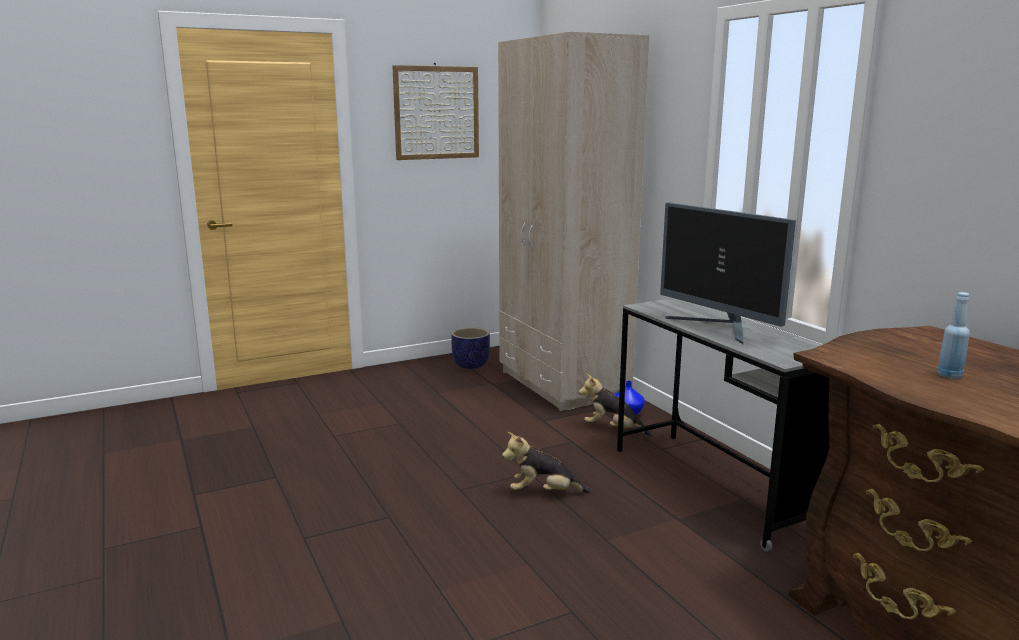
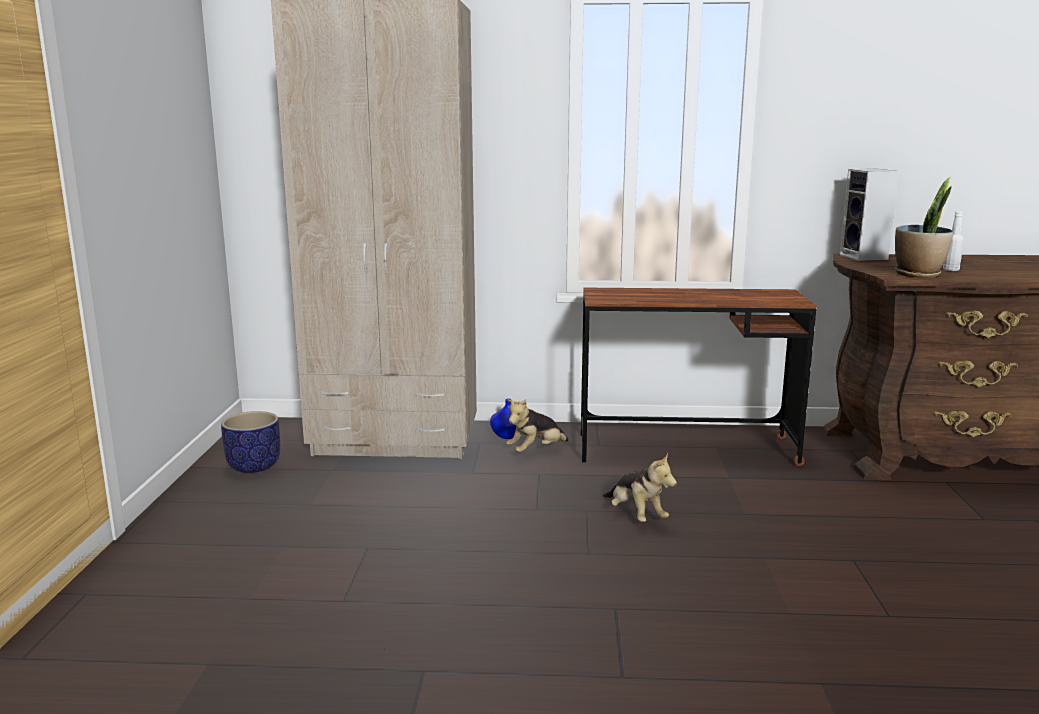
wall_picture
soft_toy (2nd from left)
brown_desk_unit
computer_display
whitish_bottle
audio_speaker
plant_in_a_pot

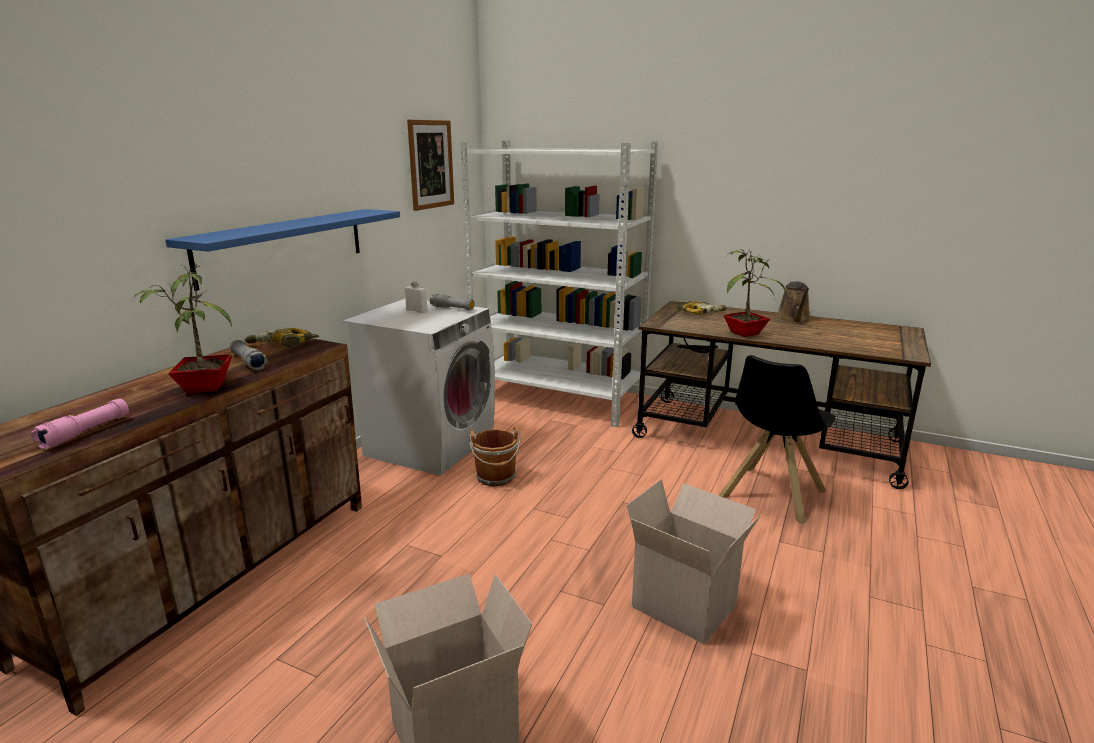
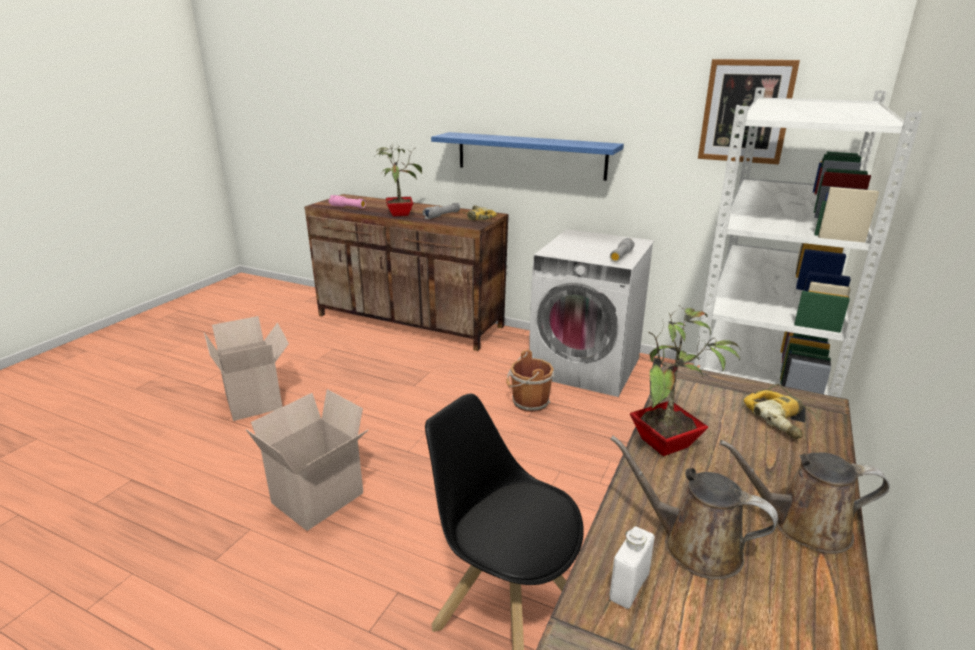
whitish_bottle
brown_watering_can (1st from left)

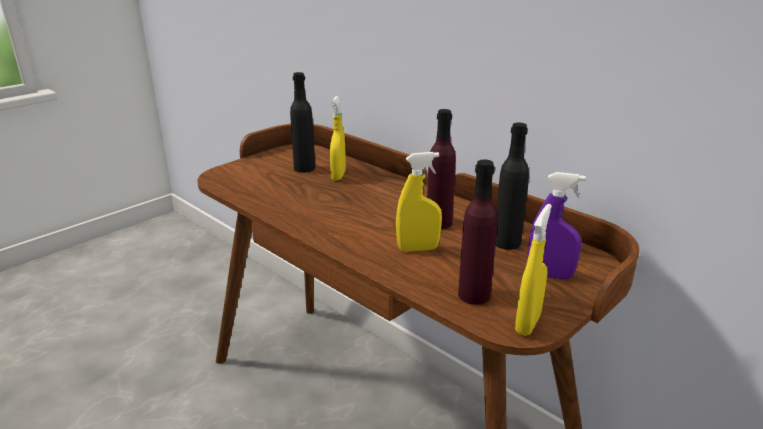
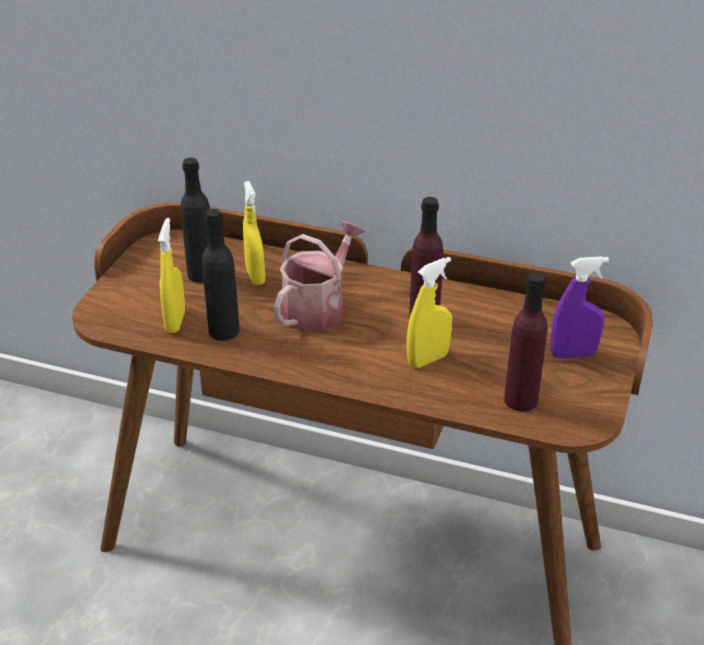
black-coloured_bottle (2nd from left)
yellow-coloured_sprayer (1st from left)
watering_can

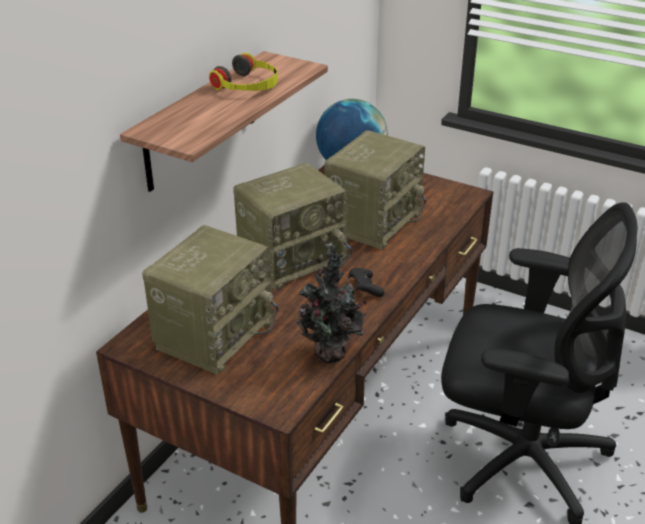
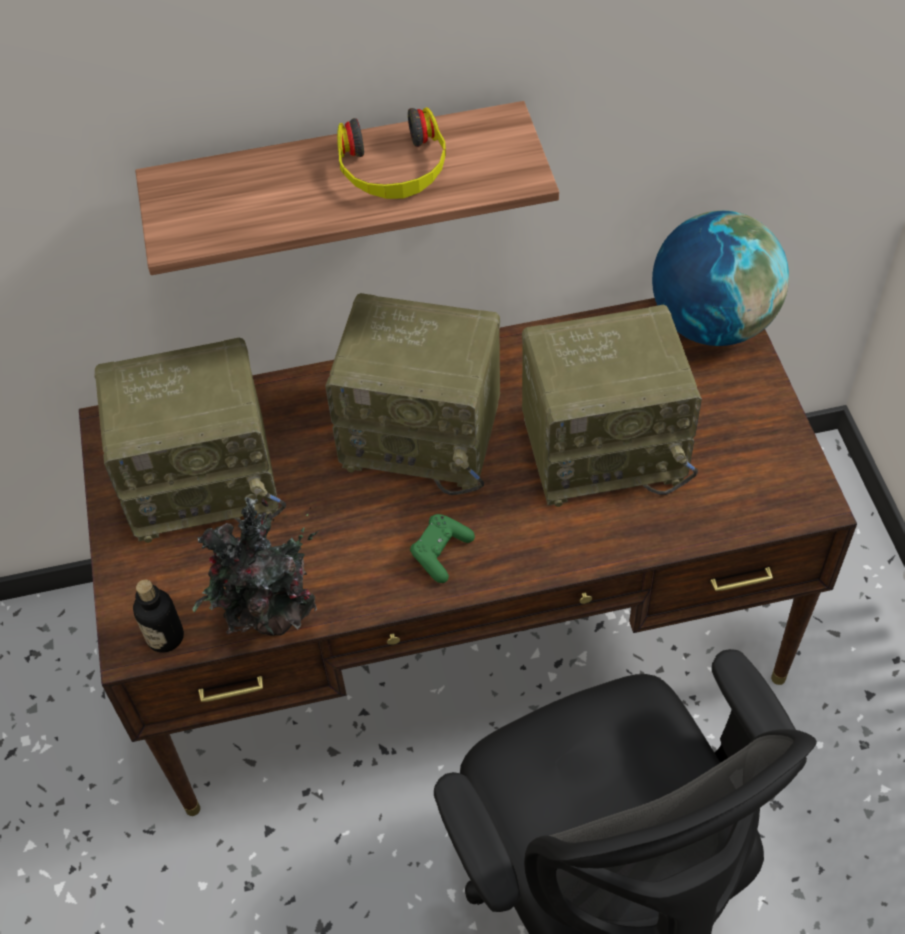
green-coloured_joypad
bottle

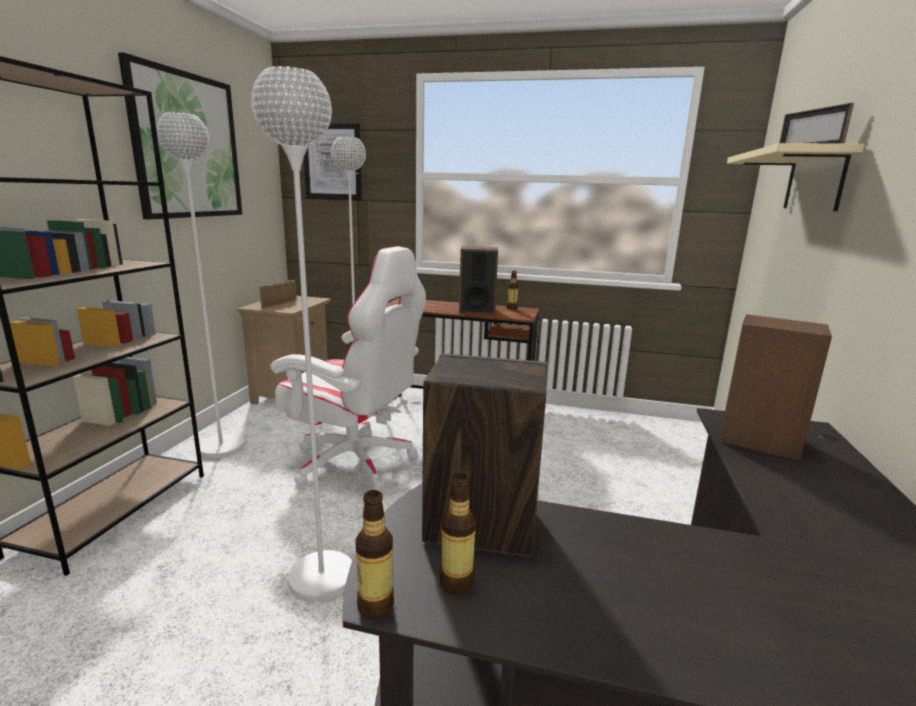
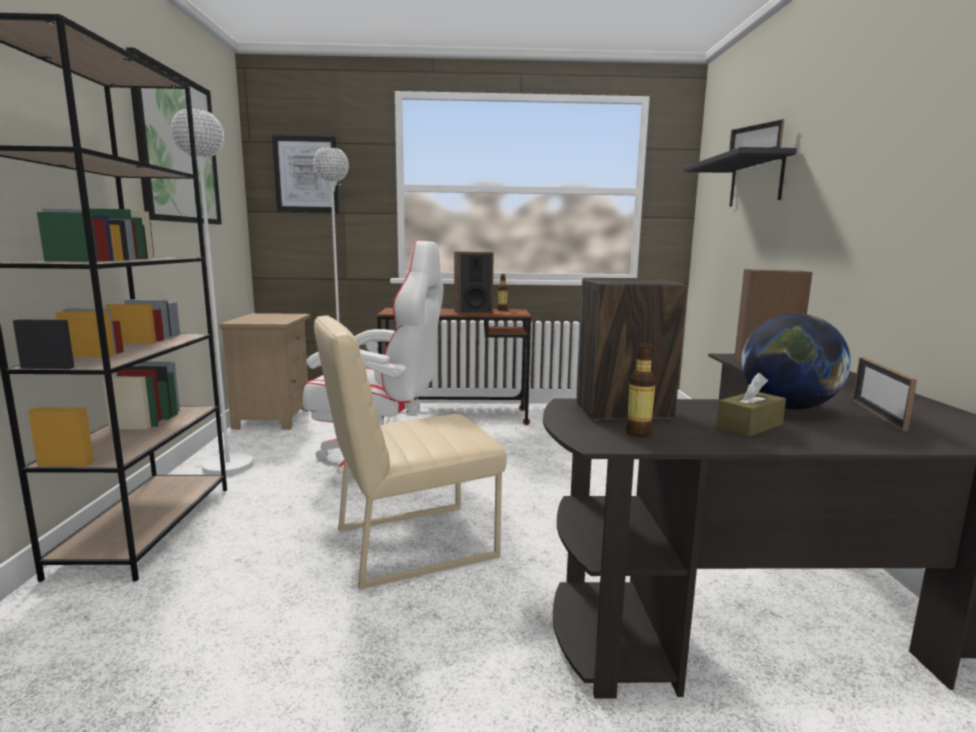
beige-coloured_plain_chair
standing_frame (2nd from left)
bottle (1st from left in the first image)
black-coloured_wall_shelf
brown_tissue_box
world_globe

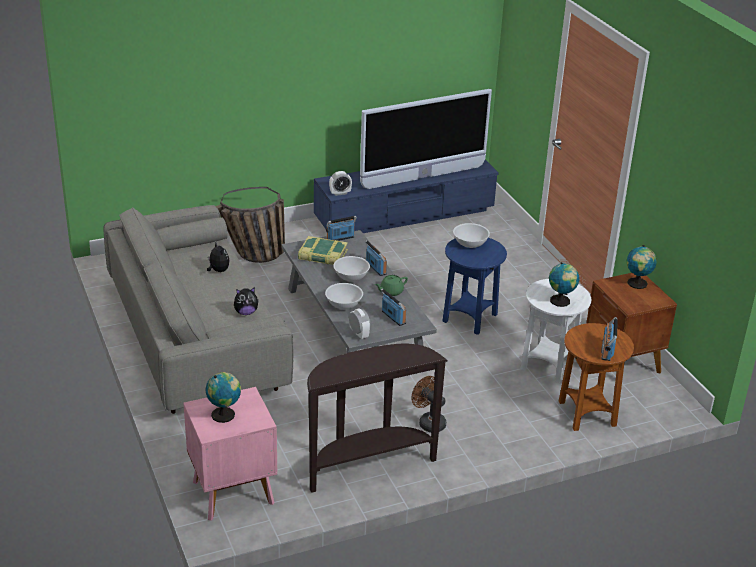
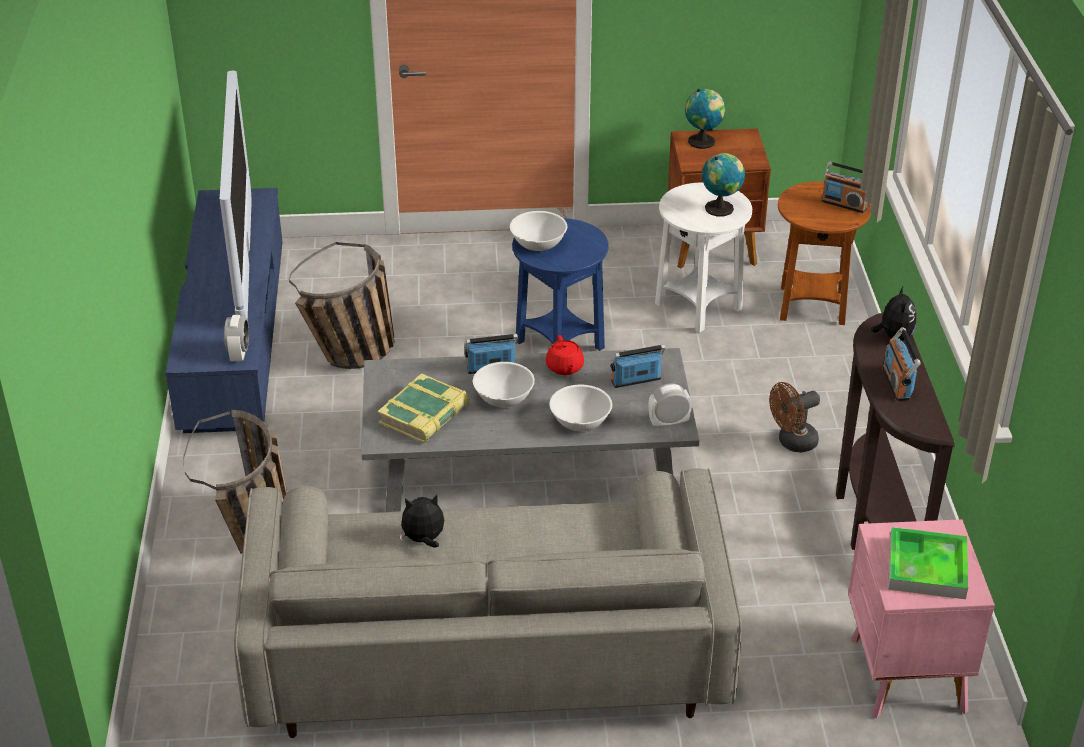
tray
soft_toy (2nd from left)
radio (4th from left)
reddish_tea_pot
household_basket (2nd from left)

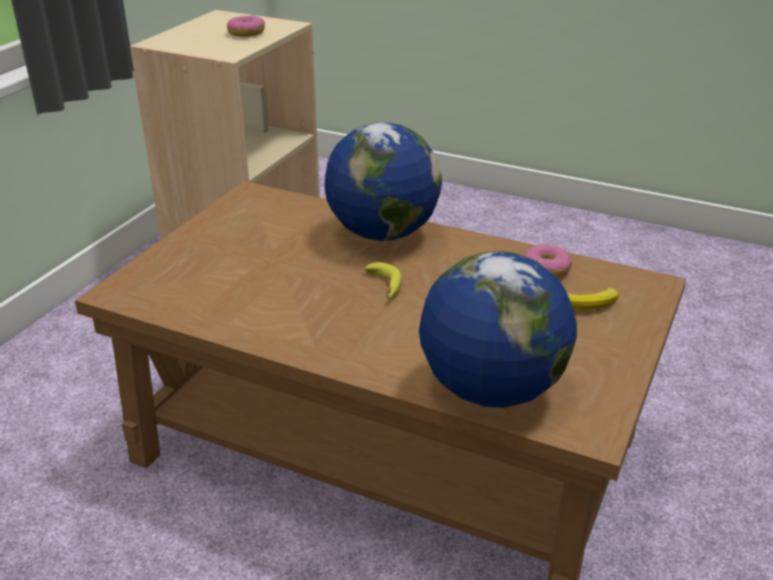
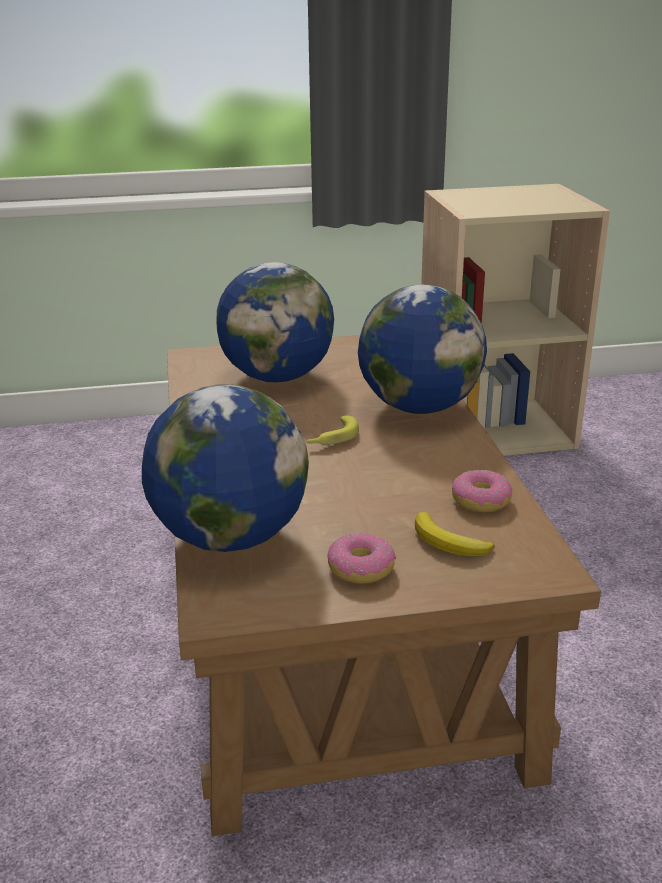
doughnut (1st from left)
world_globe (2nd from left)

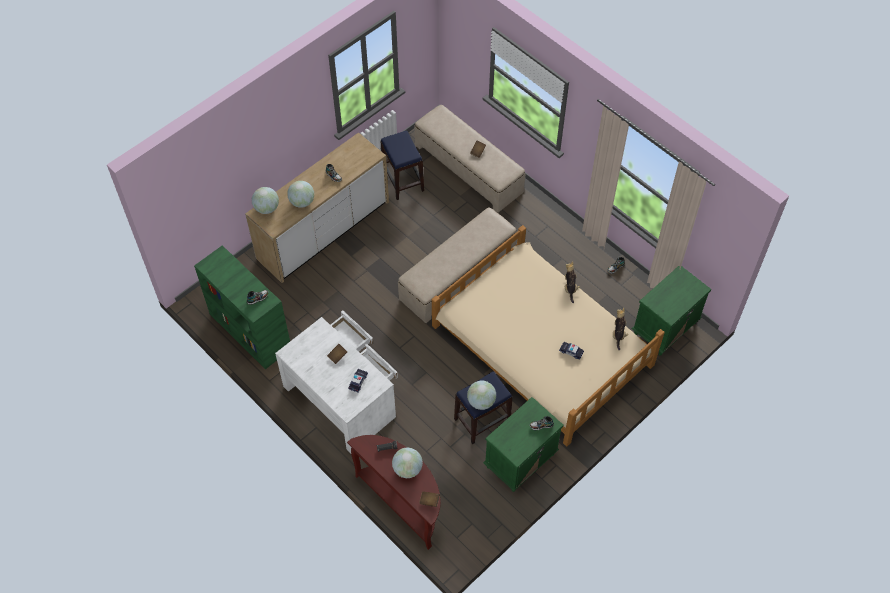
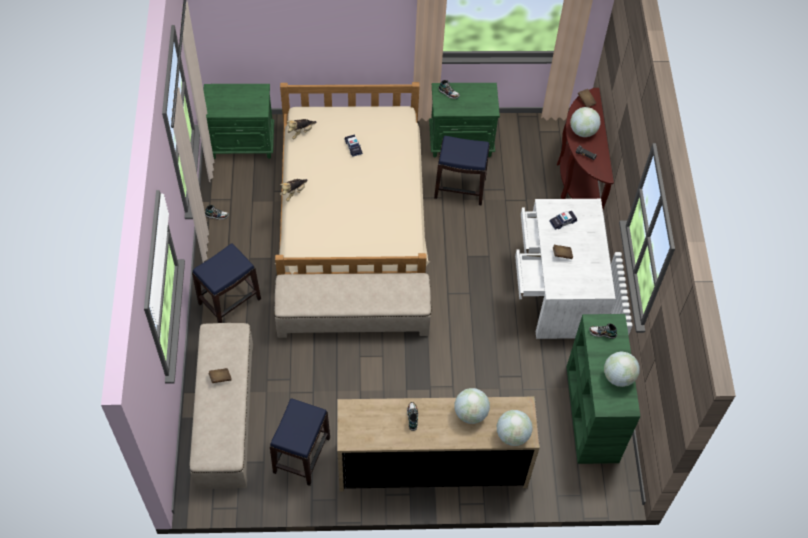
world_globe (4th from left)
stool (1st from left)

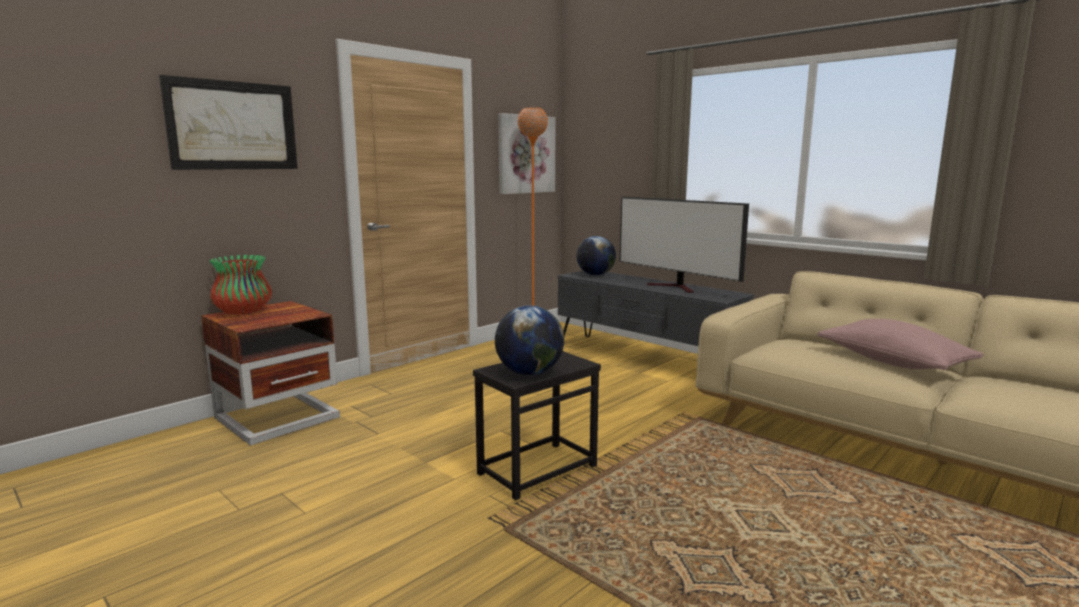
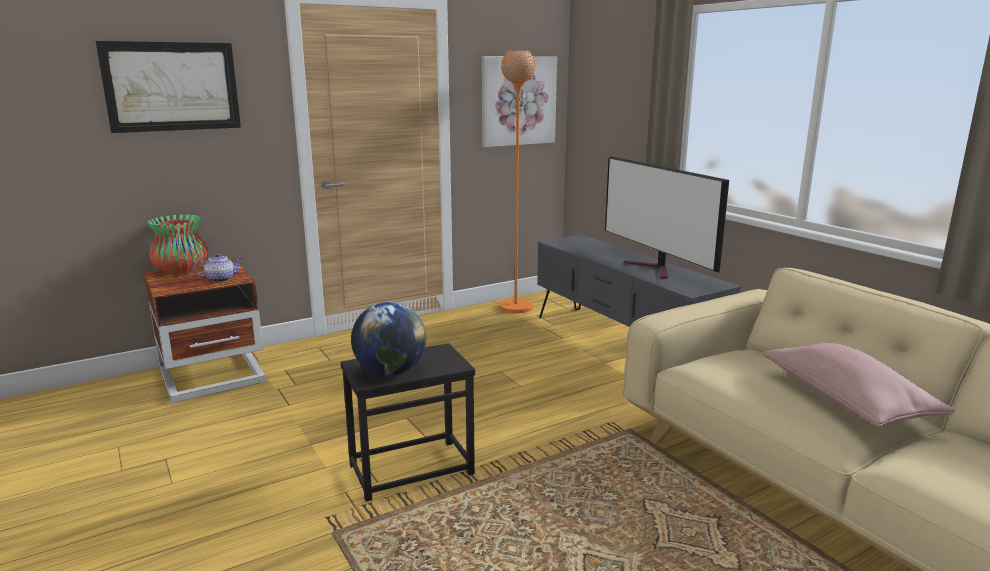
world_globe (2nd from left in the first image)
tea_pot

